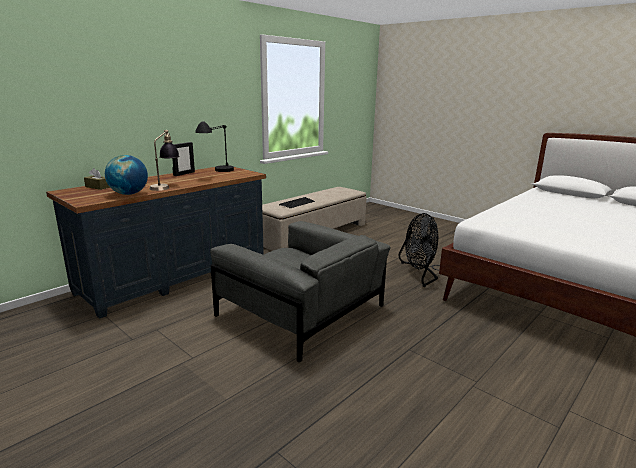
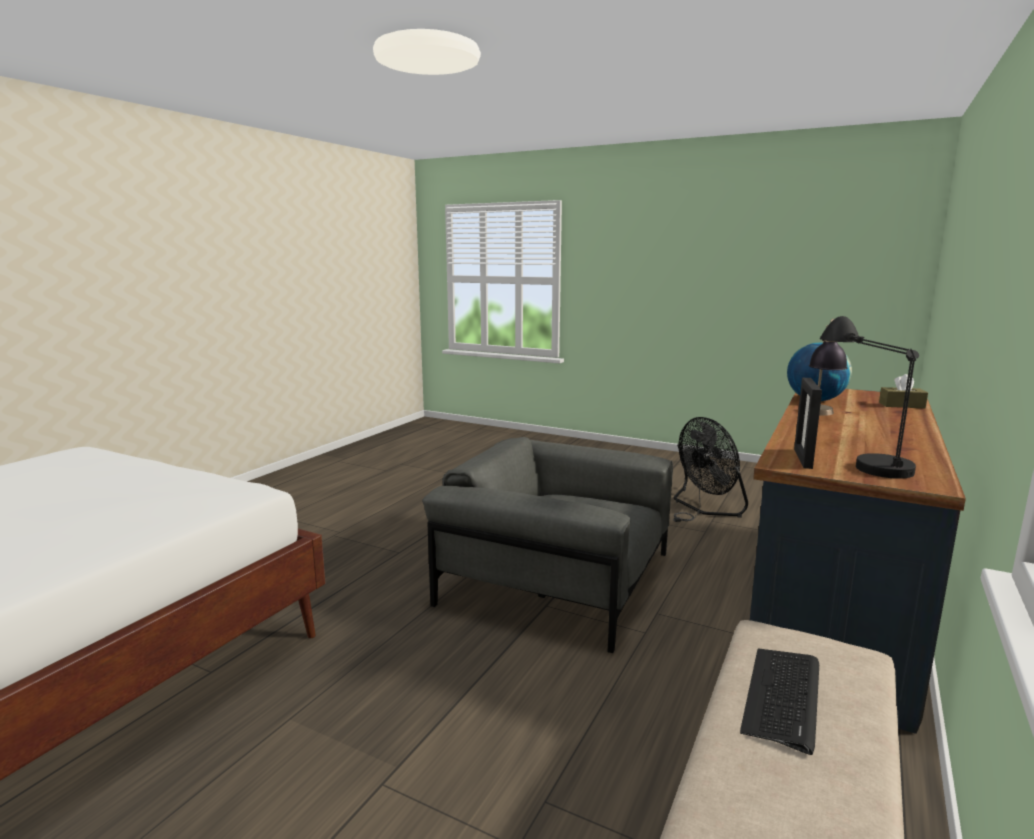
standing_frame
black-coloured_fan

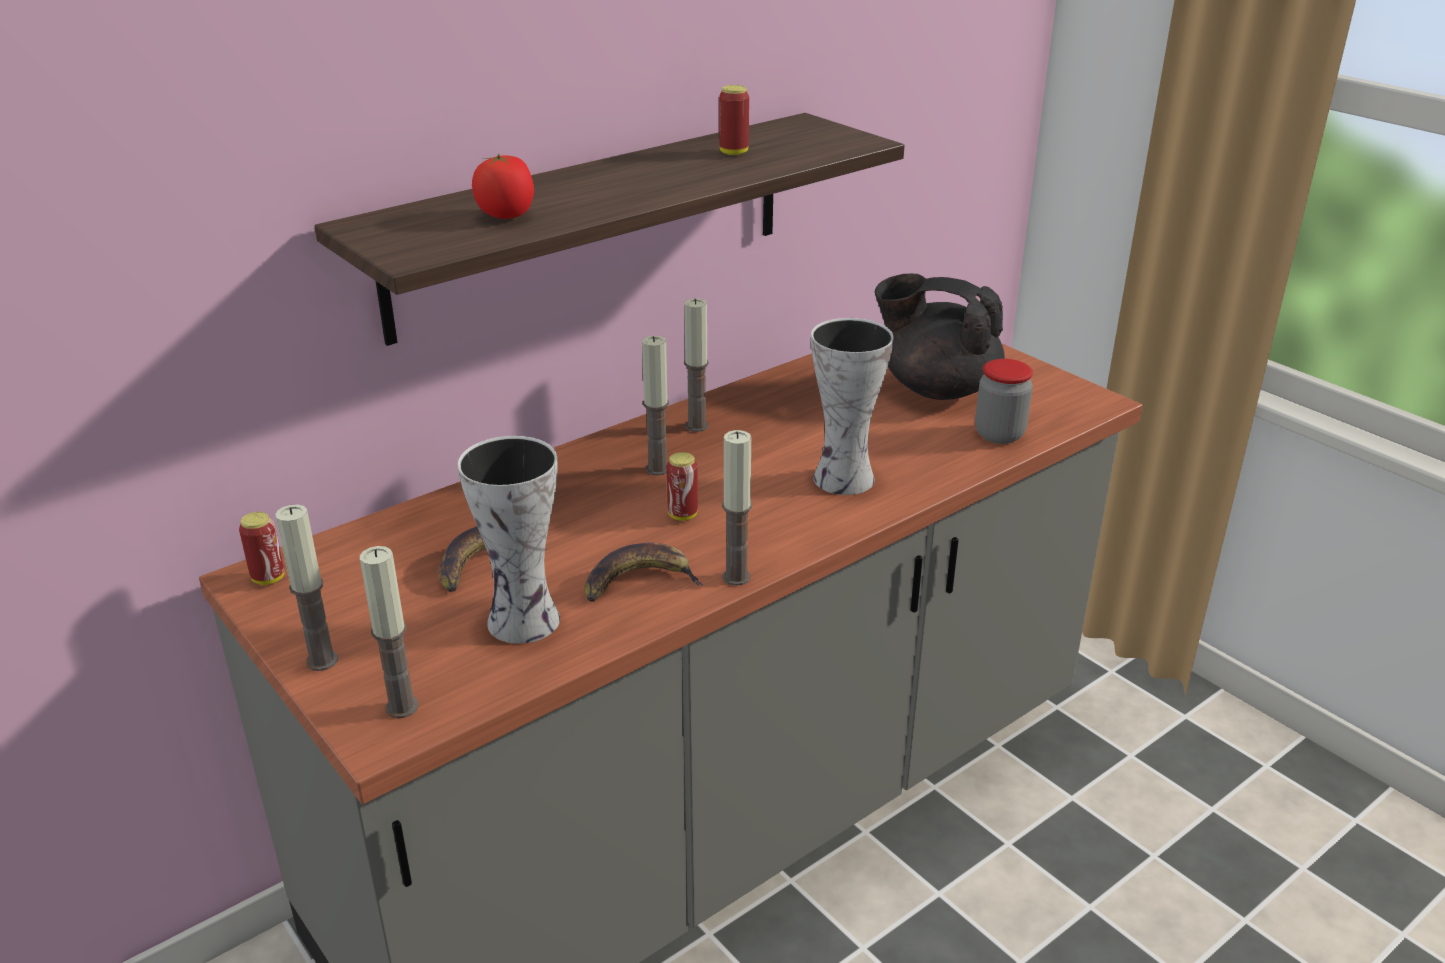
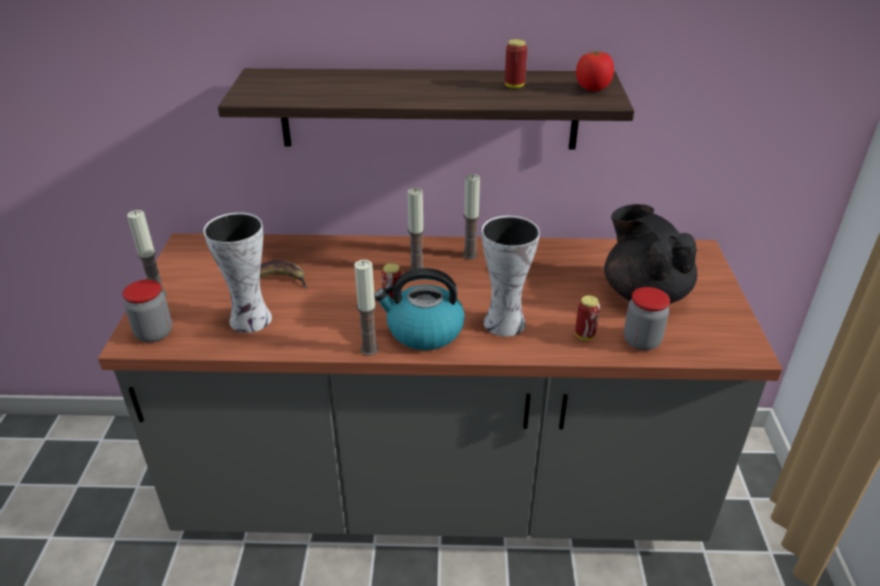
can (3rd from left)
preserve_jar (1st from left)
fresh_tomato
banana (2nd from left in the first image)
kettle

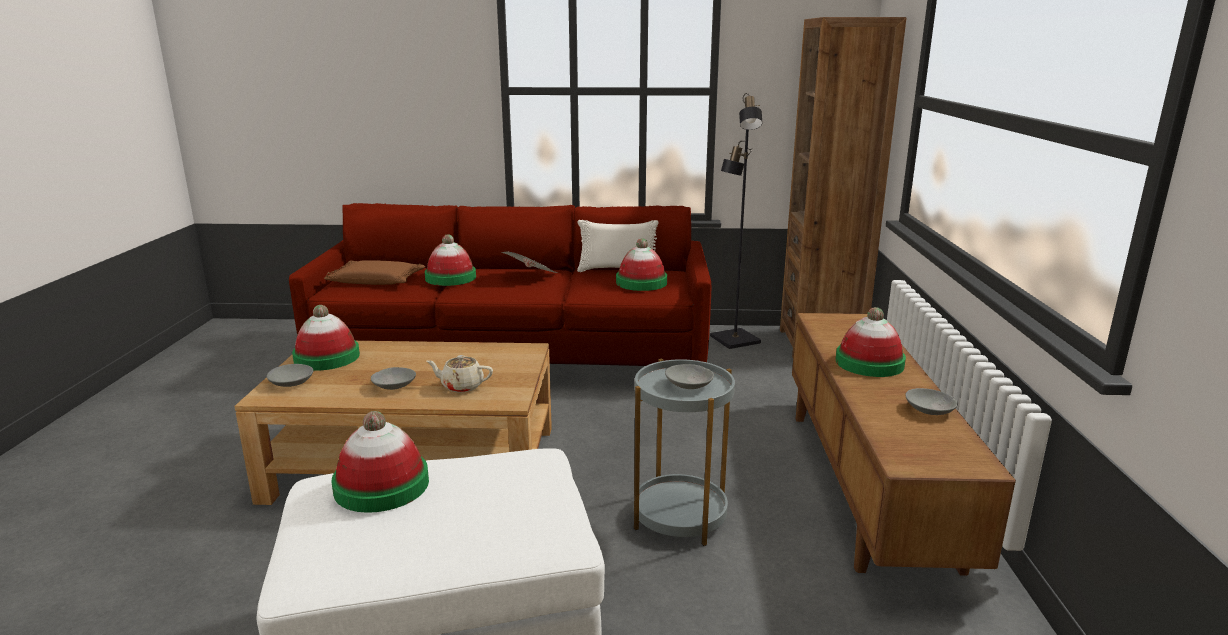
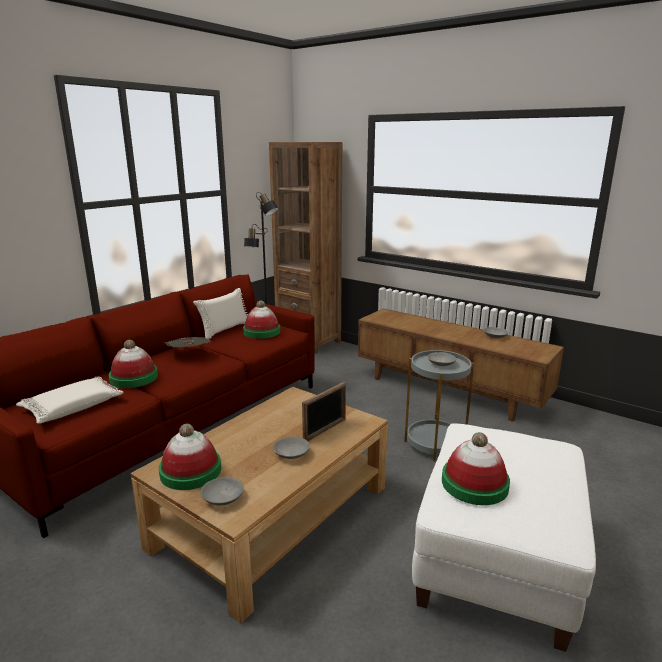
whitish_pillow (1st from left)
standing_frame
hat (5th from left in the first image)

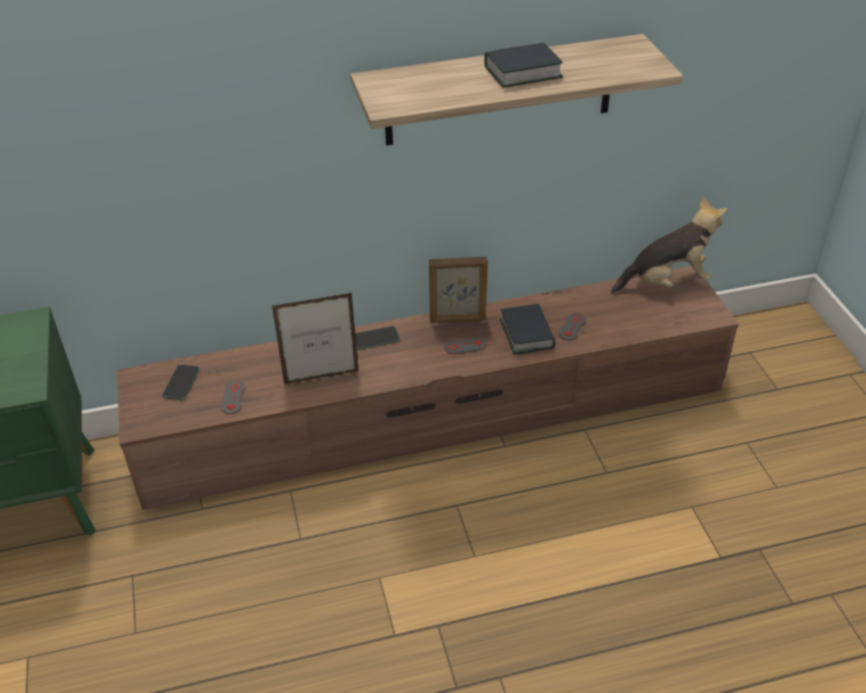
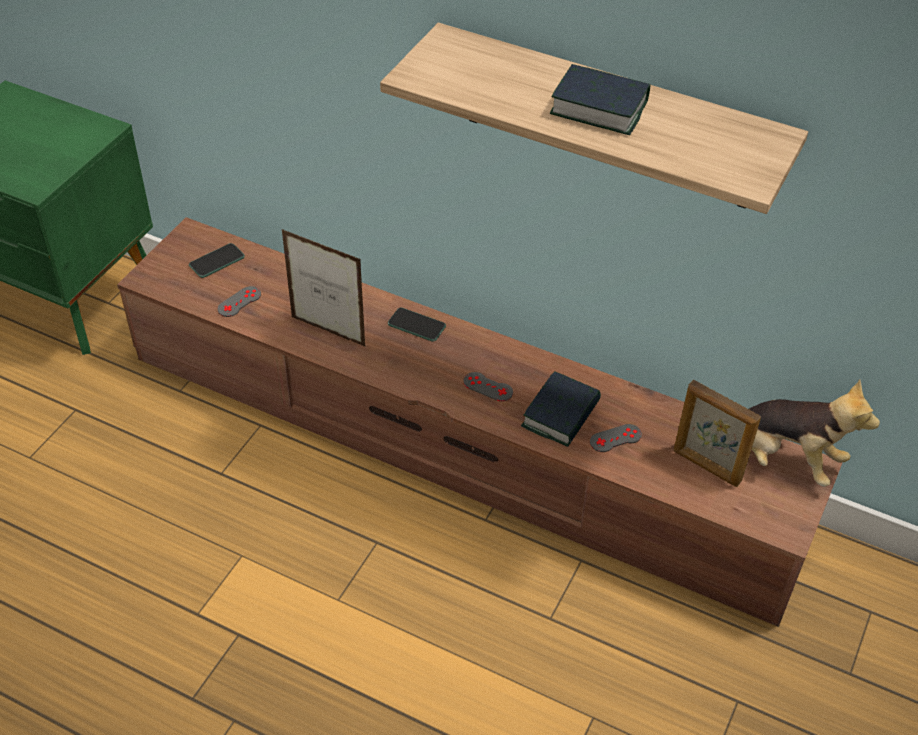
standing_frame (2nd from left)

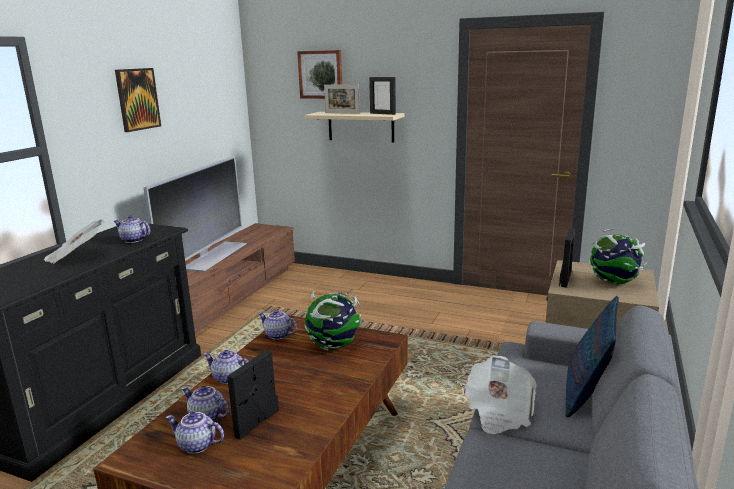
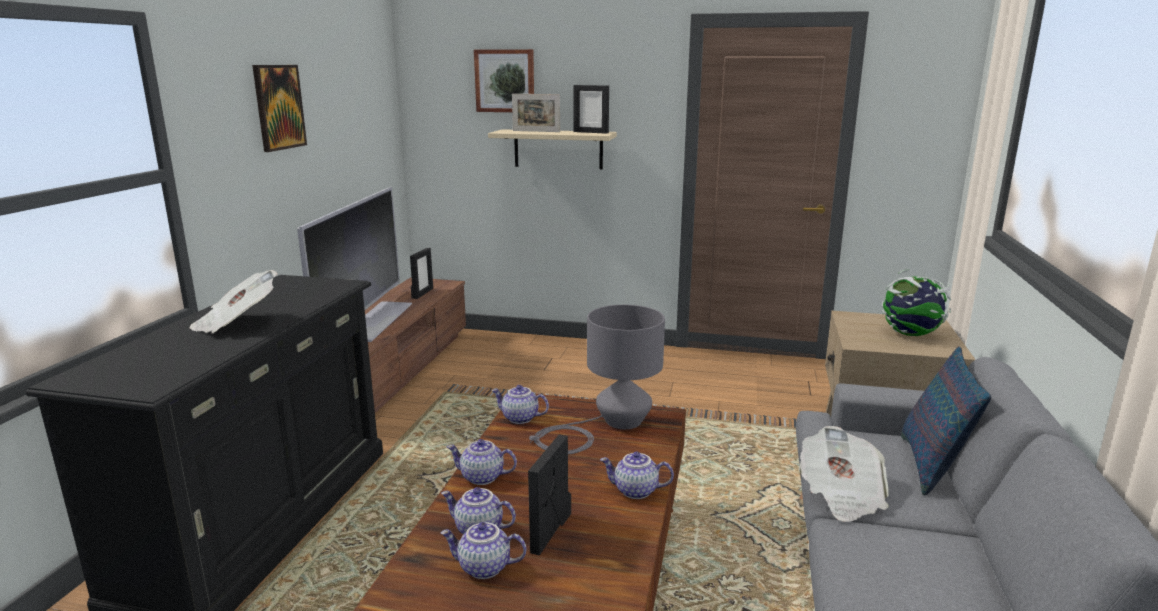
tea_pot (5th from left)
grey_table_lamp
standing_frame (1st from left)

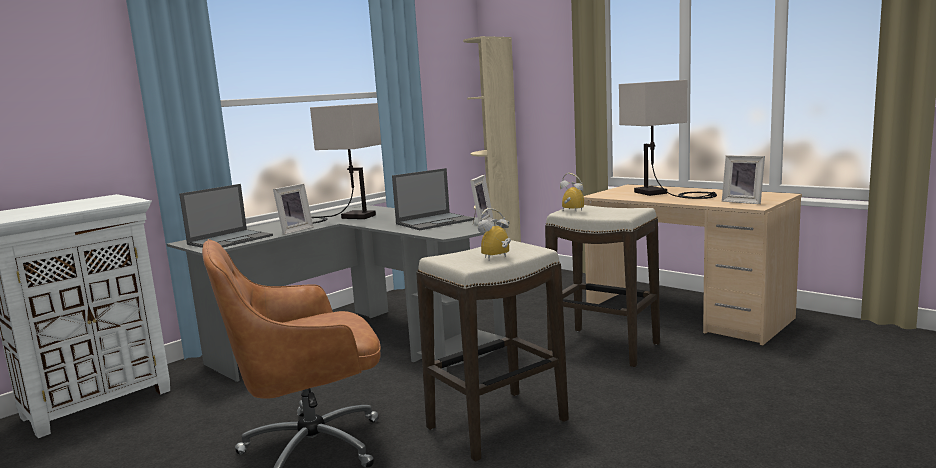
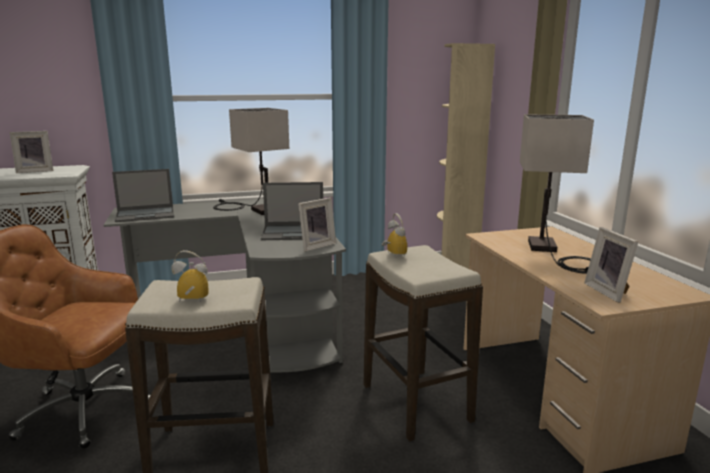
standing_frame (1st from left)

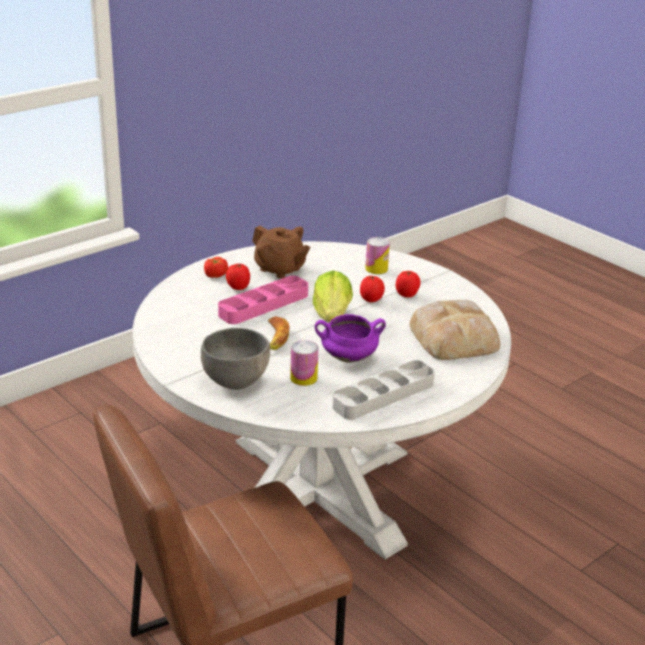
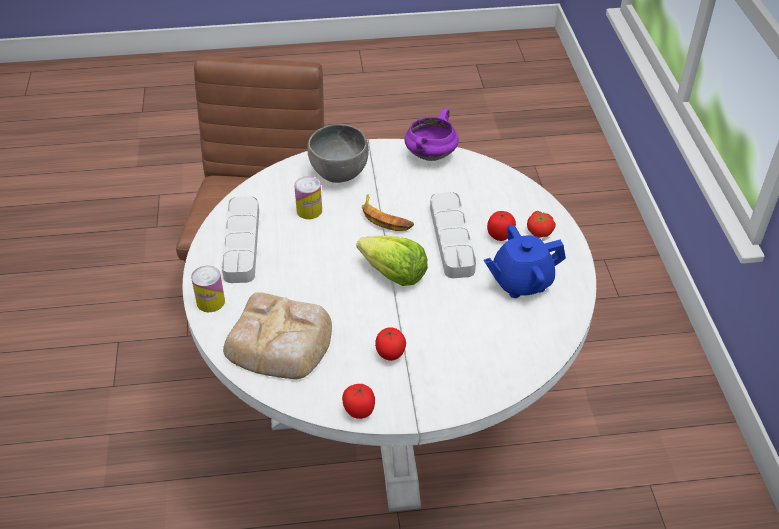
grey_tray (2nd from left)
bluish_tea_pot
purplish_saucepot
fresh_tomato (1st from left)
can (1st from left)

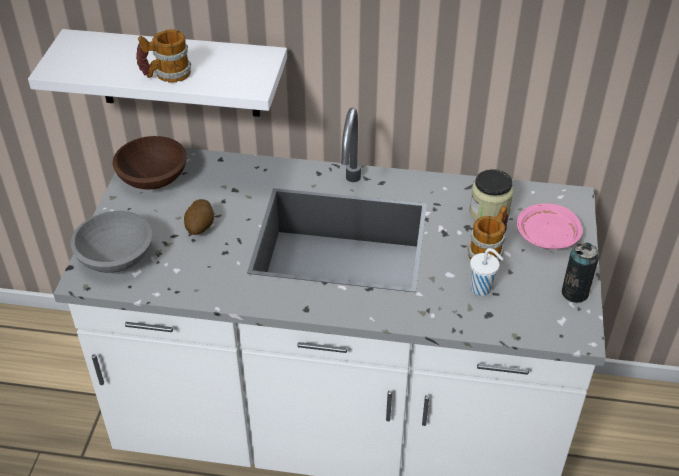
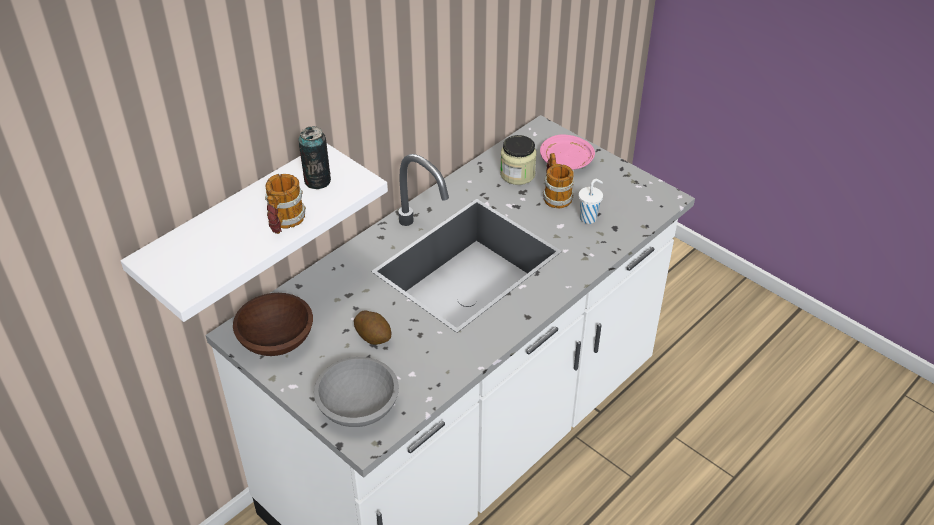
can

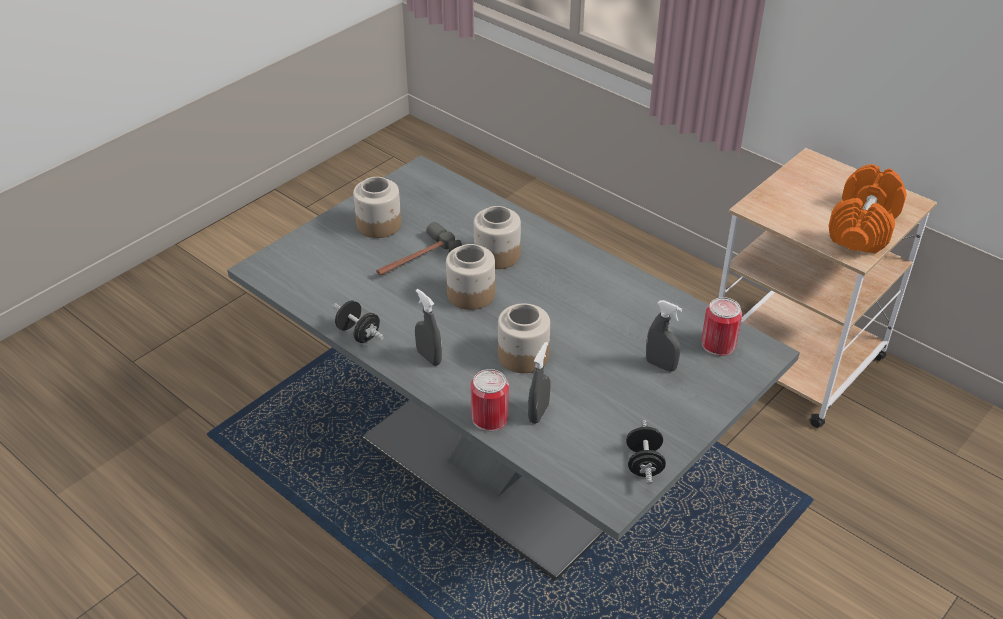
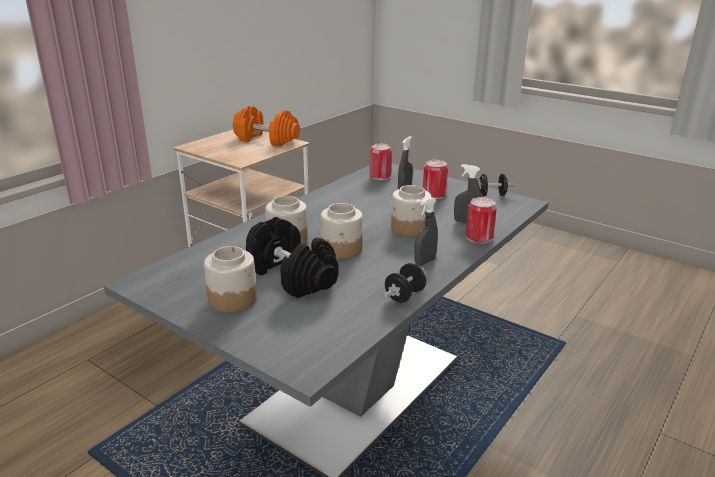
black-coloured_free_weight (1st from left)
can (2nd from left)

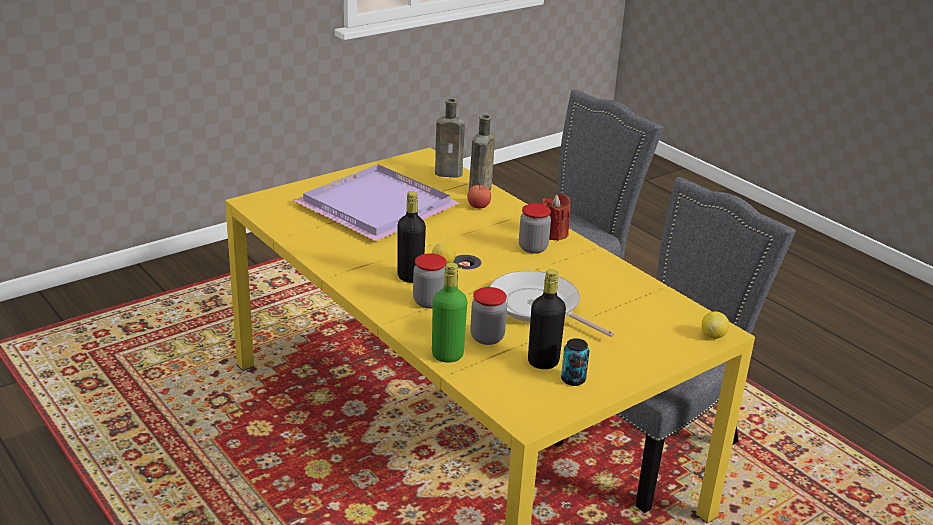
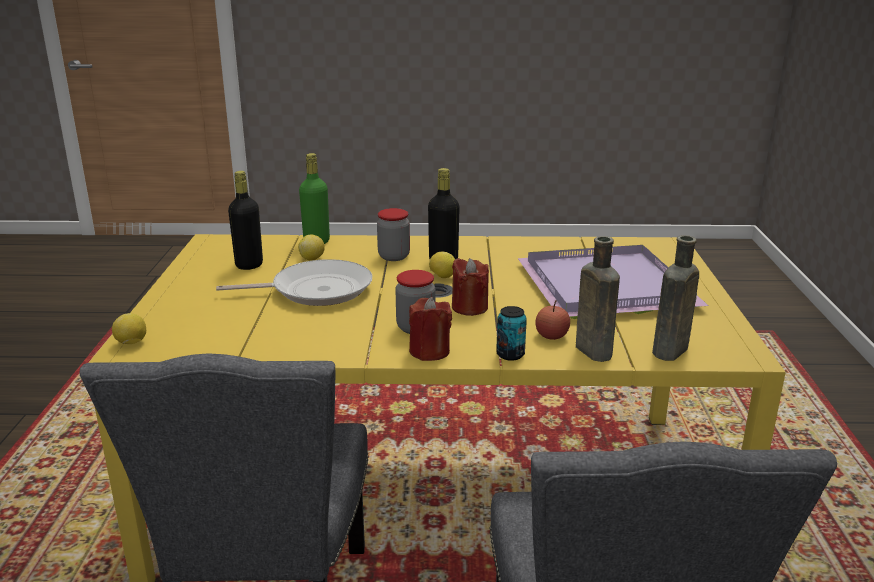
lemon (2nd from left)
can
reddish_wax_light (2nd from left)

